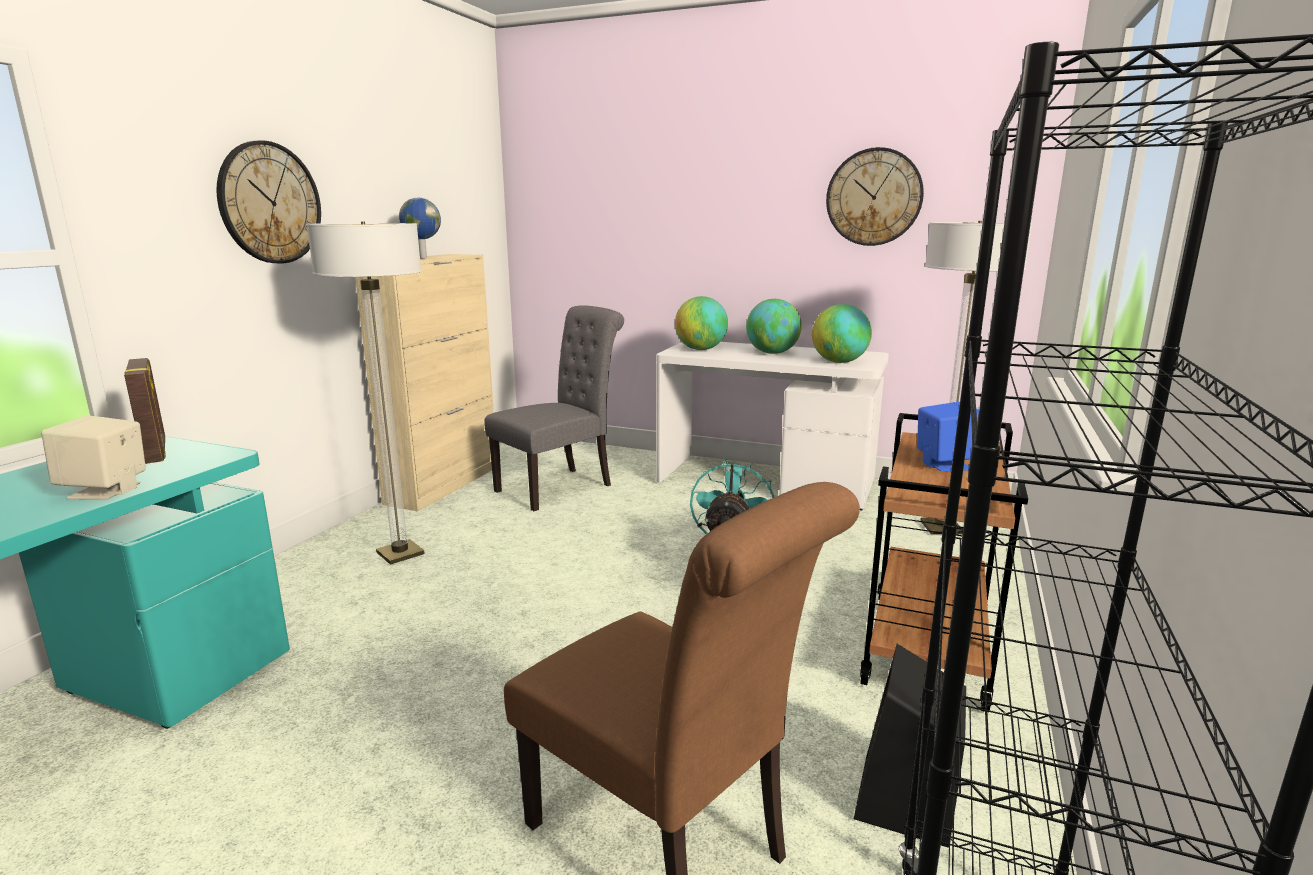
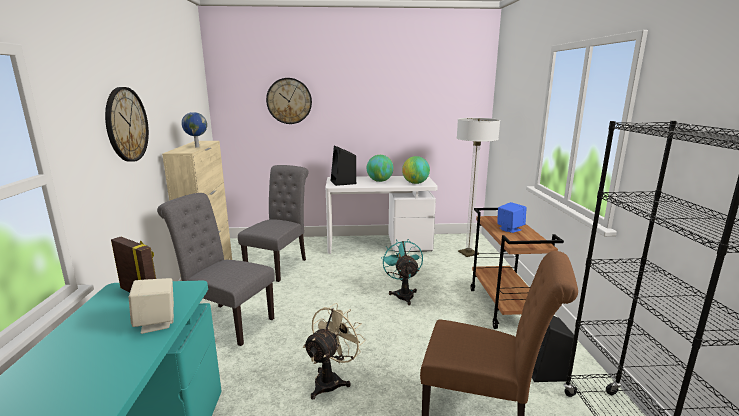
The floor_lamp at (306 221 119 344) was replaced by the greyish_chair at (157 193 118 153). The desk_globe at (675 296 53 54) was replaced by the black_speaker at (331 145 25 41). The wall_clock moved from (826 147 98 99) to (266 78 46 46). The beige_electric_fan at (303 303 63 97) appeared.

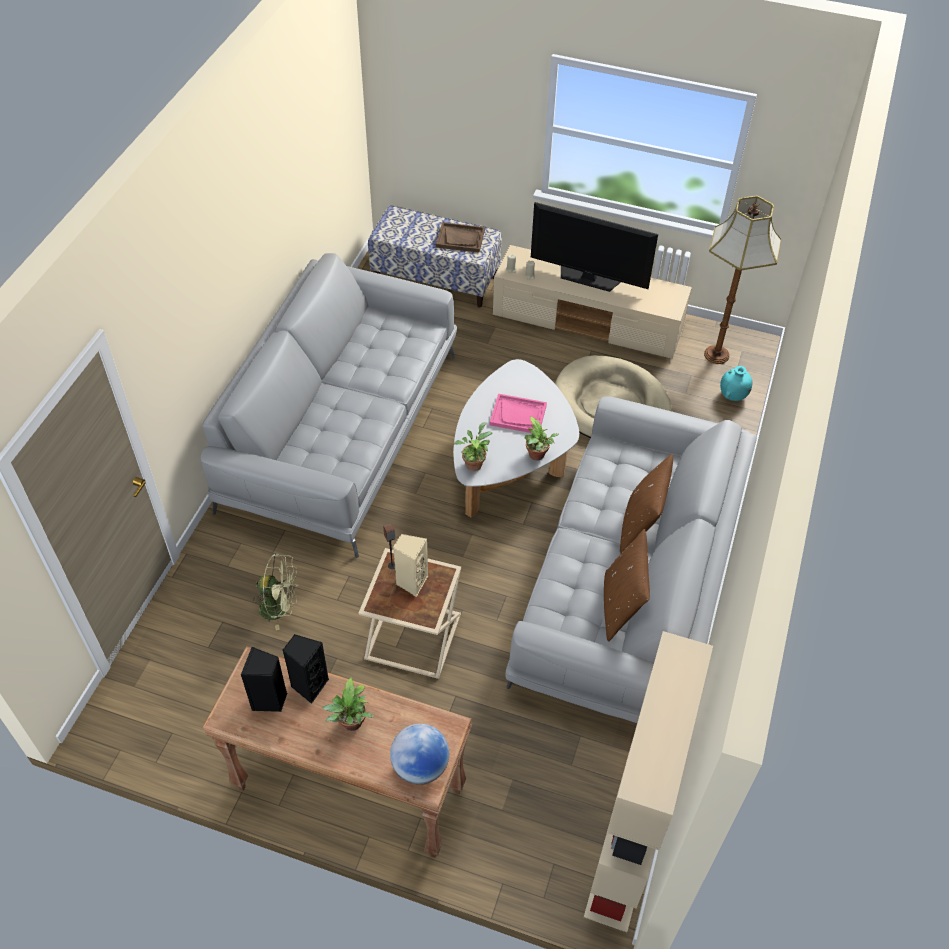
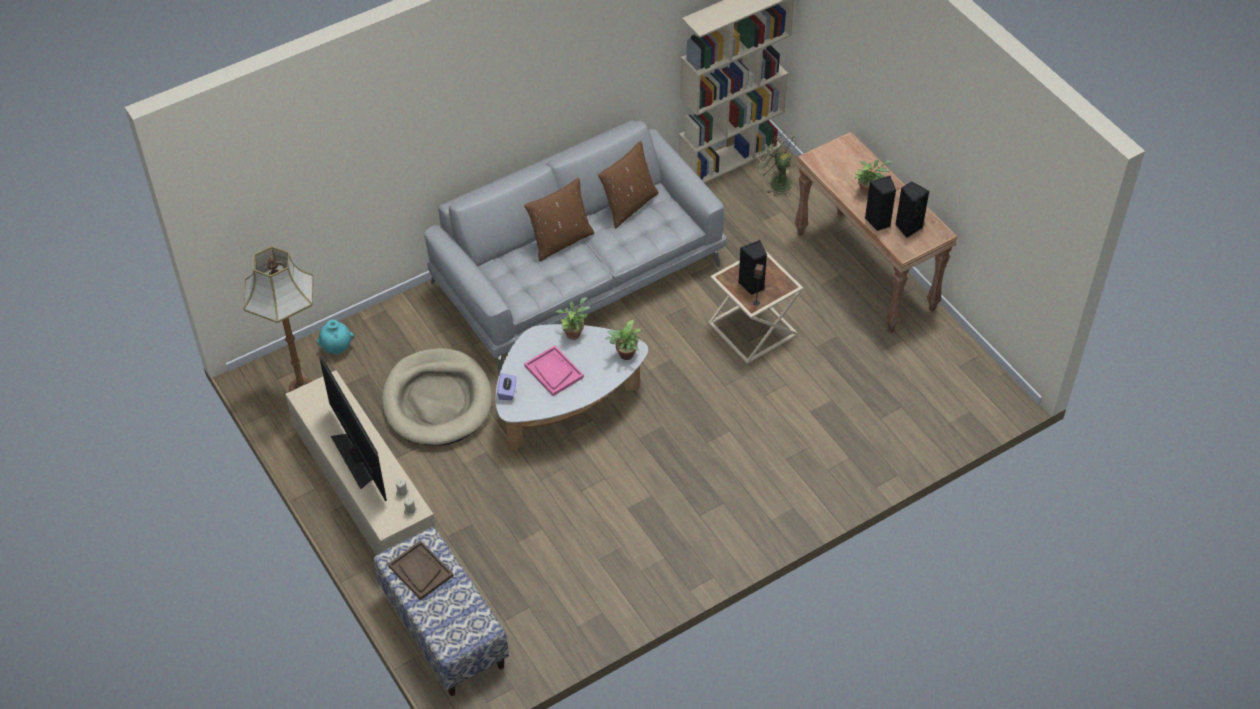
The greyish_settee at (201 253 256 305) disappeared. The greenish_electric_fan moved from (253 554 46 77) to (754 131 43 66). The desk_globe at (390 724 59 61) disappeared. The beige_speaker at (393 534 35 63) became the black_speaker at (738 240 29 55). The purple-coloured_tissue_box at (497 373 19 27) appeared.

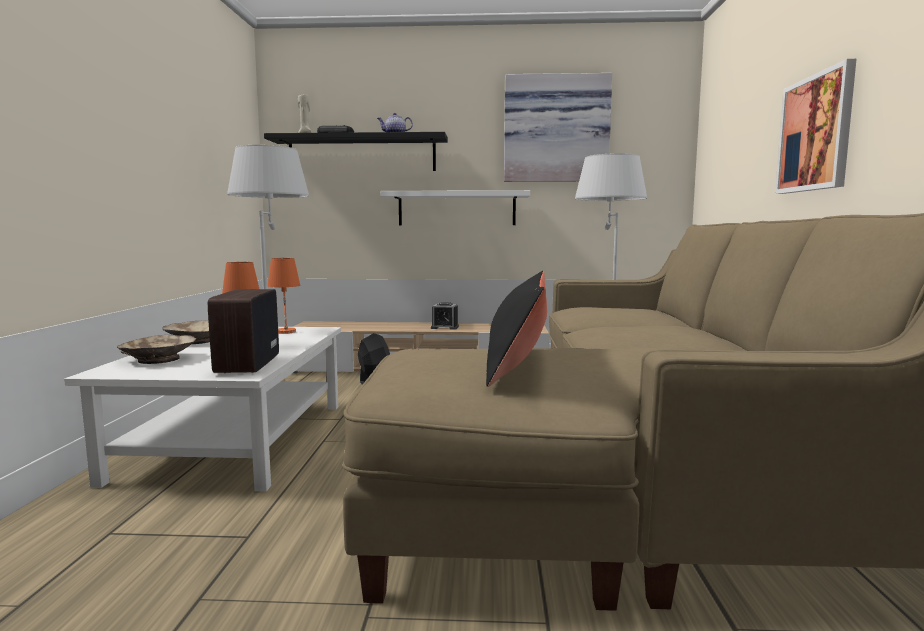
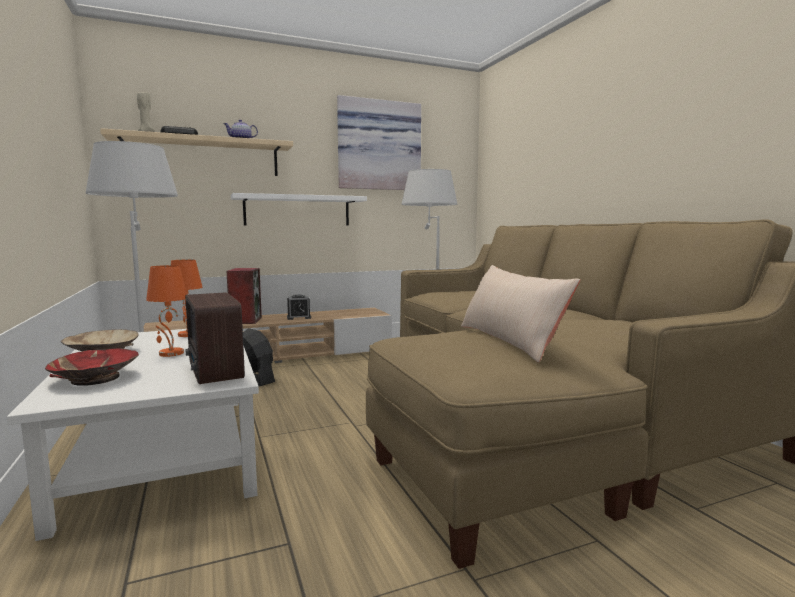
The beige_deep_dish at (117 335 79 29) became the reddish_deep_dish at (45 348 94 38). The black_bracket_shelf at (264 132 184 39) became the beige_bracket_shelf at (100 128 193 48). The black_cushion at (486 271 61 116) became the beige_cushion at (461 265 119 98). The picture at (775 59 81 135) disappeared. The speaker at (227 268 35 56) appeared.

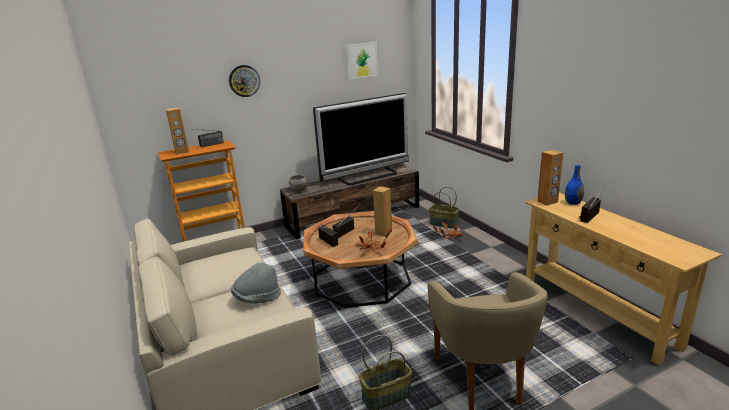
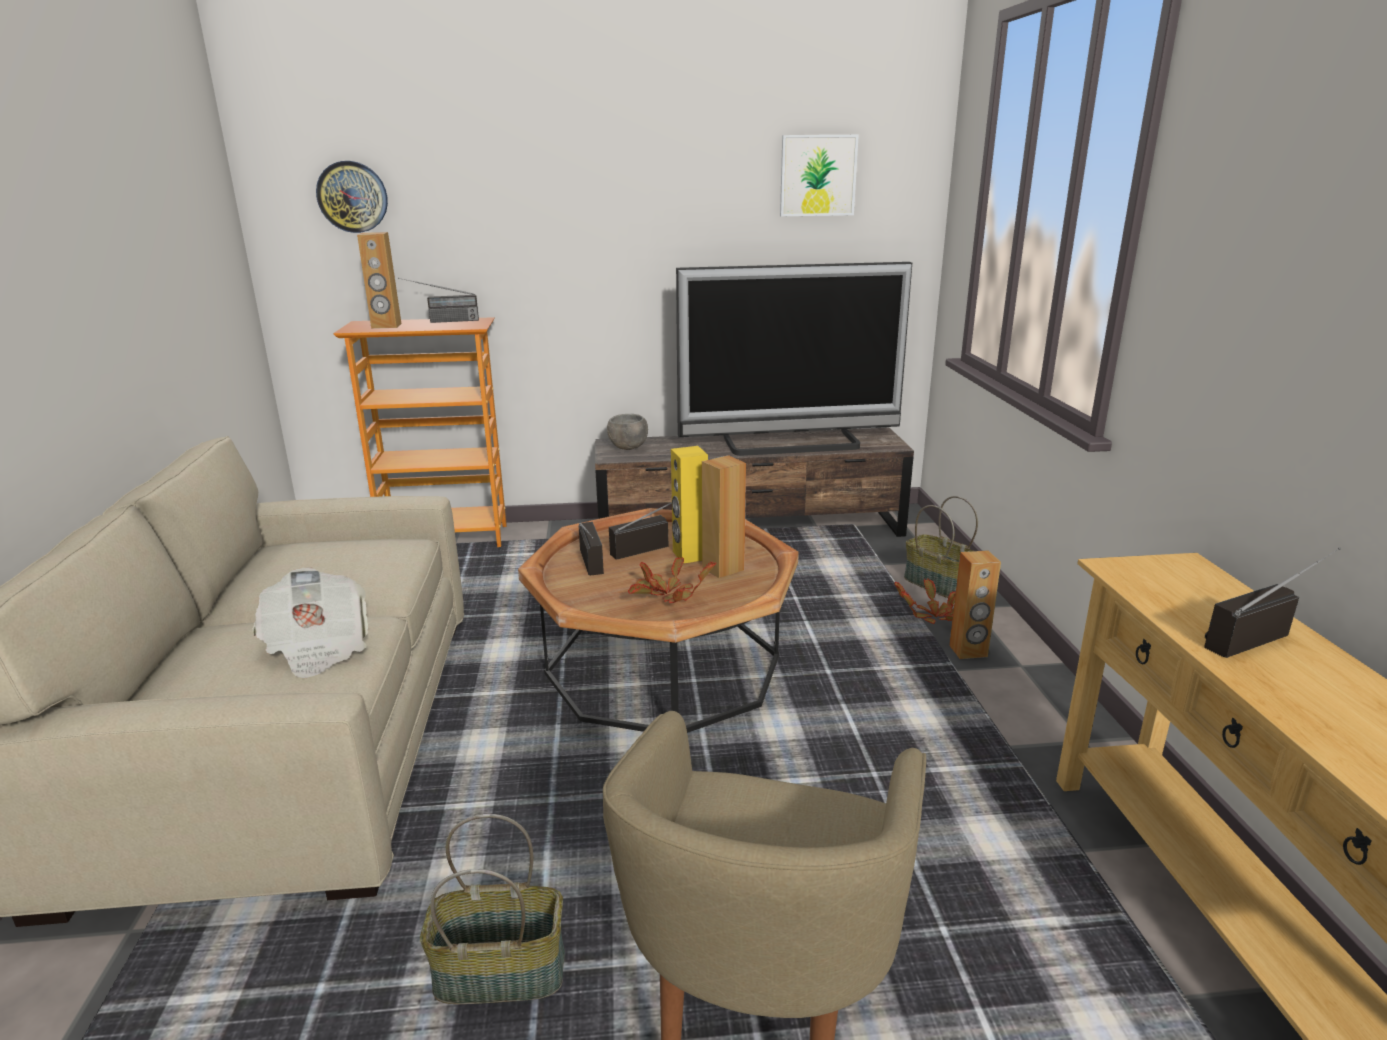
The wall_clock moved from (229 65 31 32) to (316 161 72 72). The greyish_wearable_hat at (231 262 50 42) was replaced by the printed_paper at (252 568 116 110). The brownish_speaker moved from (537 150 26 56) to (949 550 52 109). The blue_decorative_vase at (565 165 19 40) disappeared. The yellowish_speaker at (671 446 37 118) appeared.

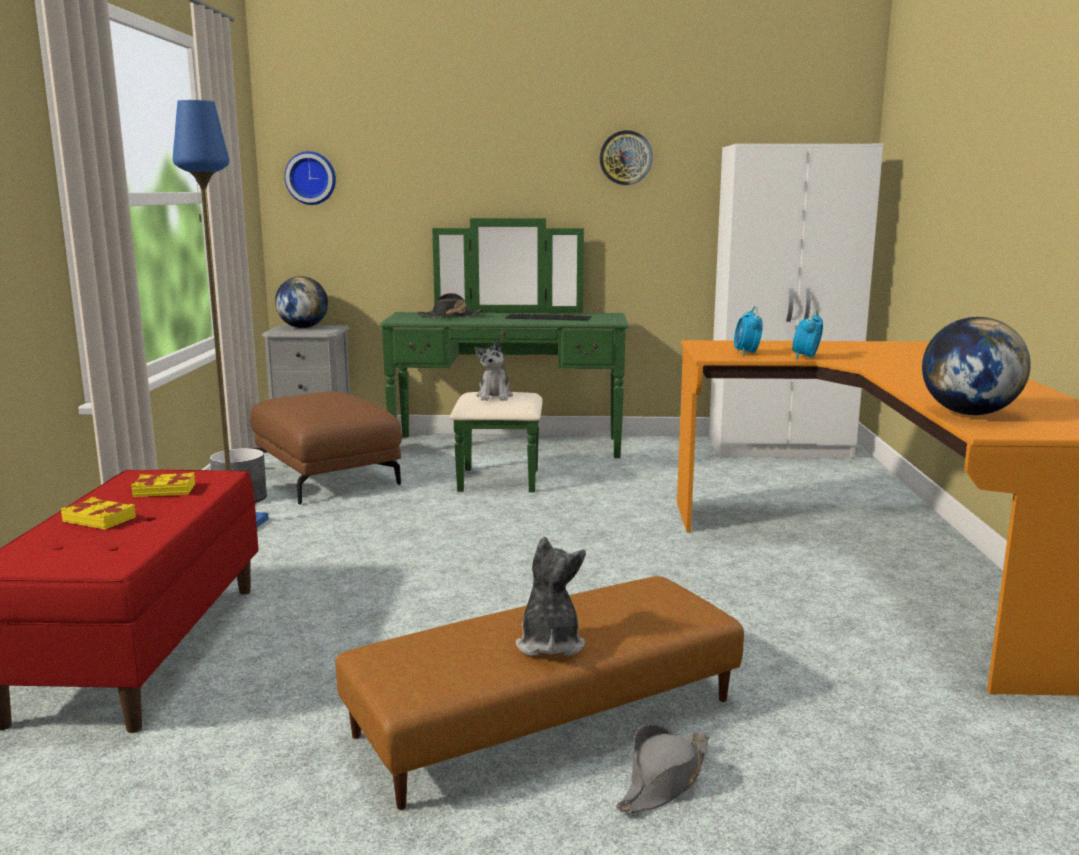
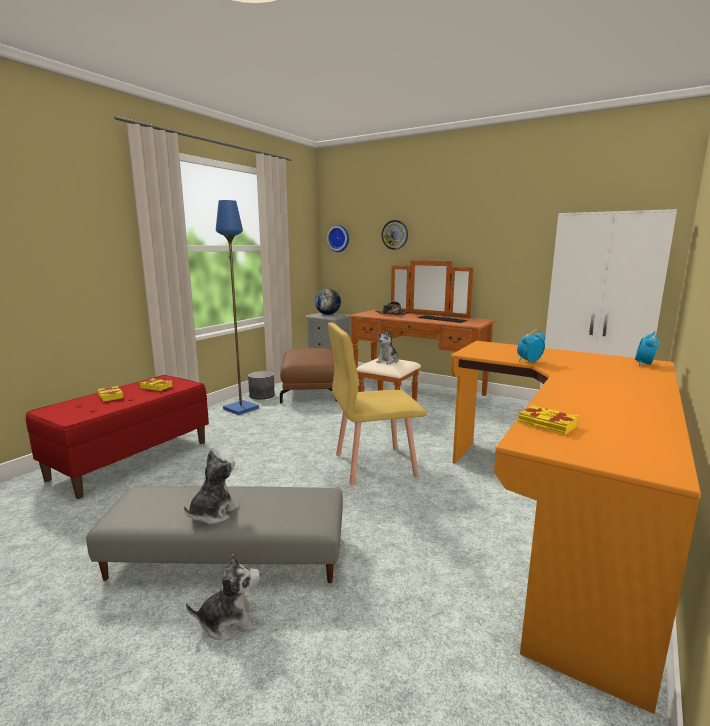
The brownish_pouffe at (335 576 409 234) became the greyish_pouffe at (86 486 257 97). The greenish_chest_of_drawers at (379 218 250 275) became the brownish_chest_of_drawers at (349 260 146 160). The wall_clock moved from (600 130 53 55) to (382 220 26 30). The greyish_wearable_hat at (616 724 93 89) was replaced by the plush_toy at (186 553 74 87). The bedside_clock moved from (734 306 29 50) to (635 331 24 35). The desk_globe at (922 317 109 98) was replaced by the yellowish_volume at (518 404 61 31). The yellowish_chair at (328 323 99 162) appeared.

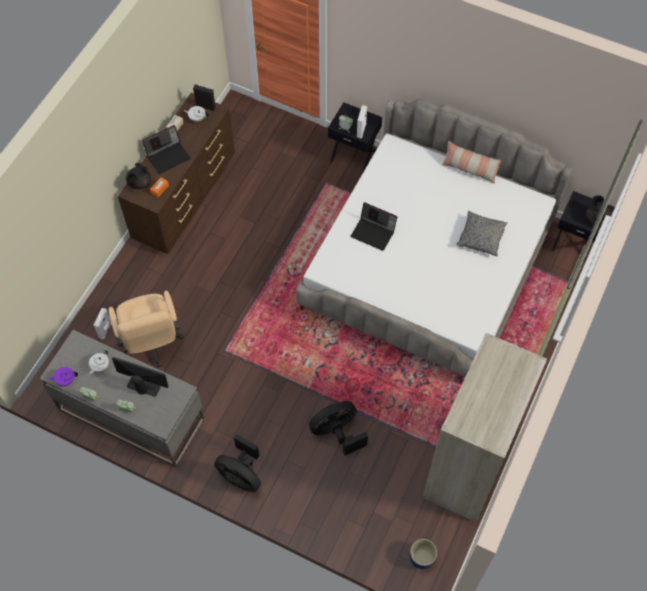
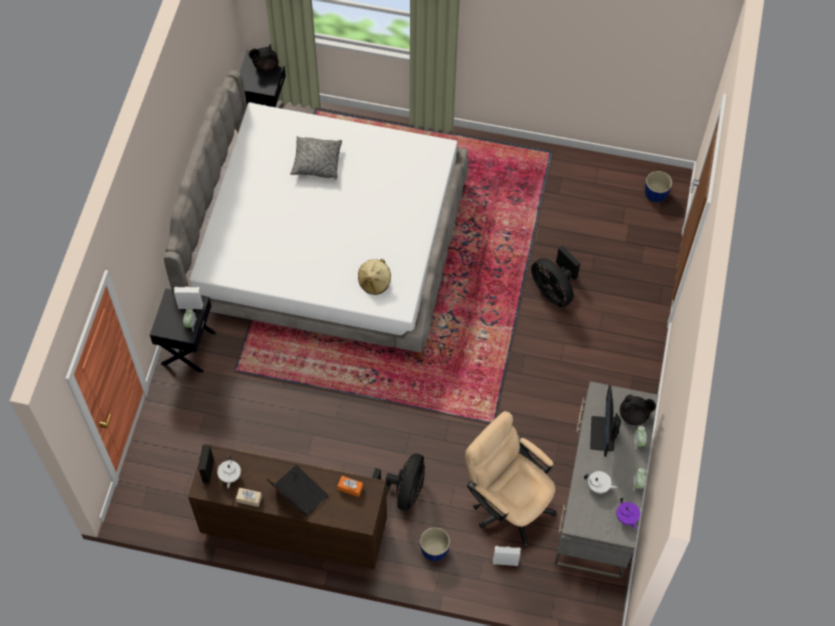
The beige_office_chair at (109 291 75 76) turned 105 degrees counterclockwise. The black_pot_for_tea moved from (126 163 25 26) to (620 394 36 31). The black_electric_fan moved from (214 434 47 58) to (372 453 53 58). The laptop at (350 202 47 49) disappeared. The beige_clothes_cupboard at (423 333 124 189) disappeared. The cushion at (442 141 59 43) disappeared. The beige_wearable_hat at (358 259 33 36) appeared. The blue_plant_pot at (420 527 30 34) appeared.

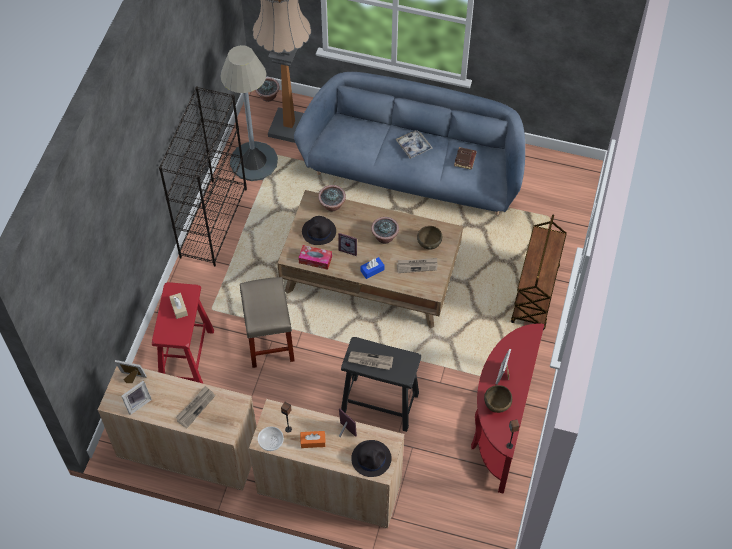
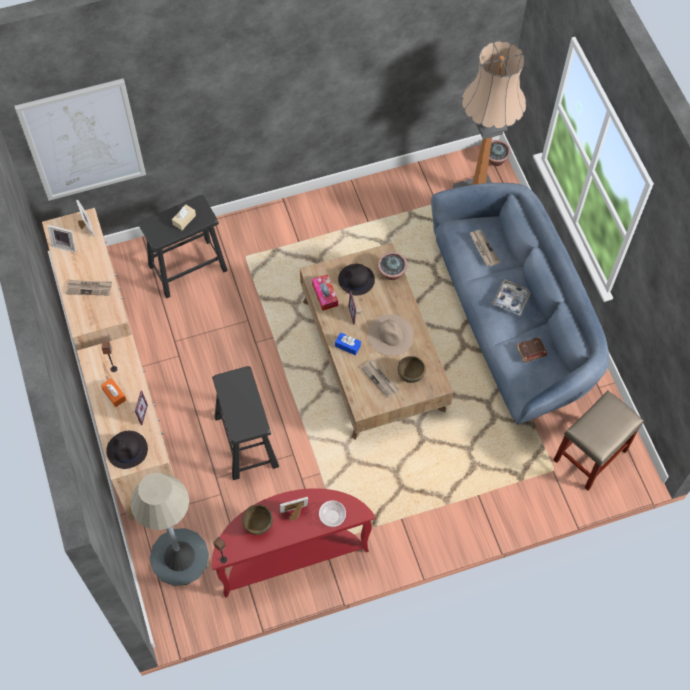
The reddish_sitting_stool at (152 282 62 101) became the black_sitting_stool at (138 195 90 103). The black_shelving_unit at (159 87 88 180) disappeared. The greyish_floor_lamp moved from (220 45 58 136) to (130 473 79 113). The beige_sitting_stool moved from (240 277 55 91) to (554 391 90 99). The deep_dish moved from (258 427 26 24) to (319 500 27 27). The printed_paper moved from (348 351 45 19) to (469 230 31 36). The houseplant at (371 217 28 27) was replaced by the beige_wearable_hat at (367 314 47 42). The brownish_wheeled_cart at (511 214 56 116) disappeared. The picture at (15 79 131 122) appeared.

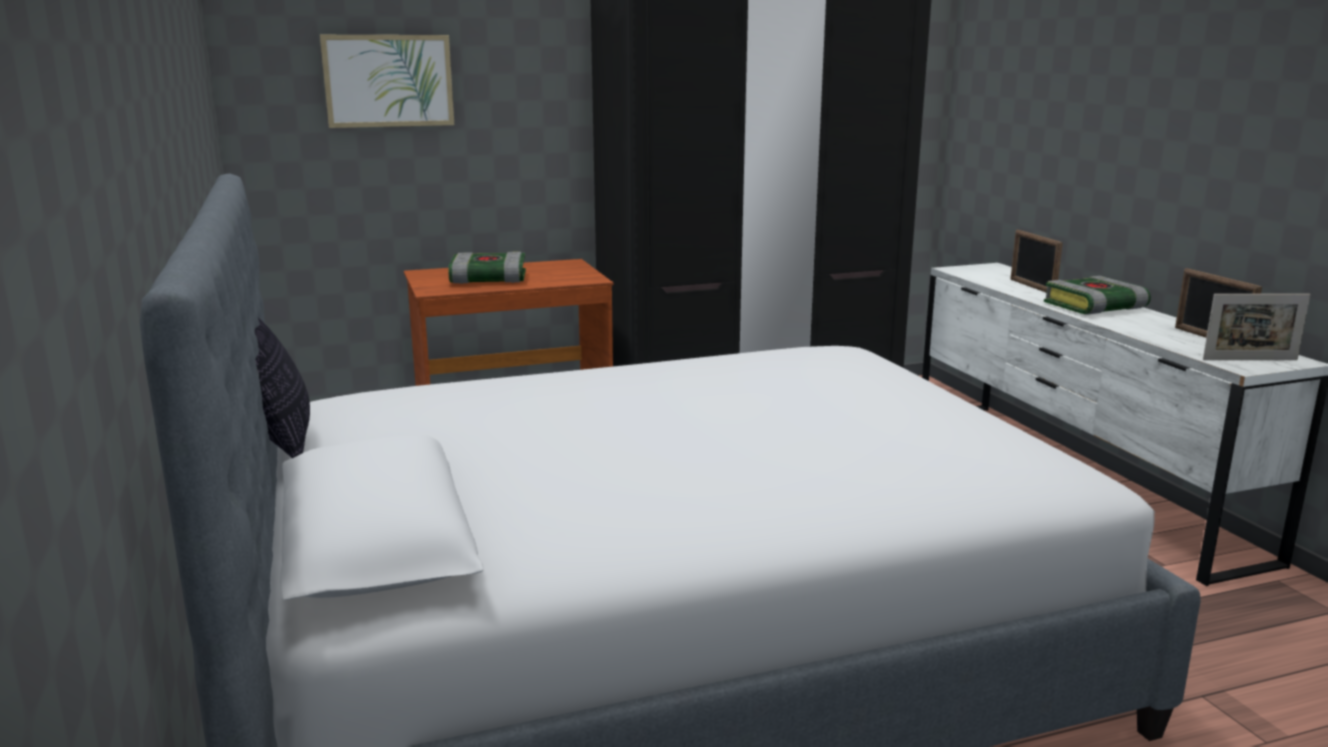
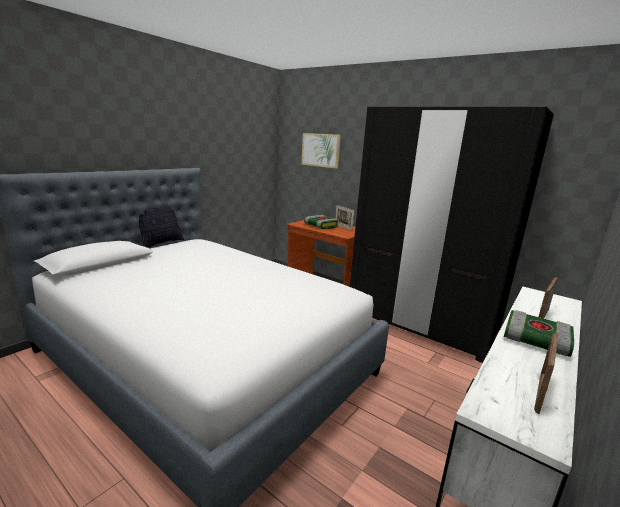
The standing_frame moved from (1203 294 108 66) to (335 205 19 26).

